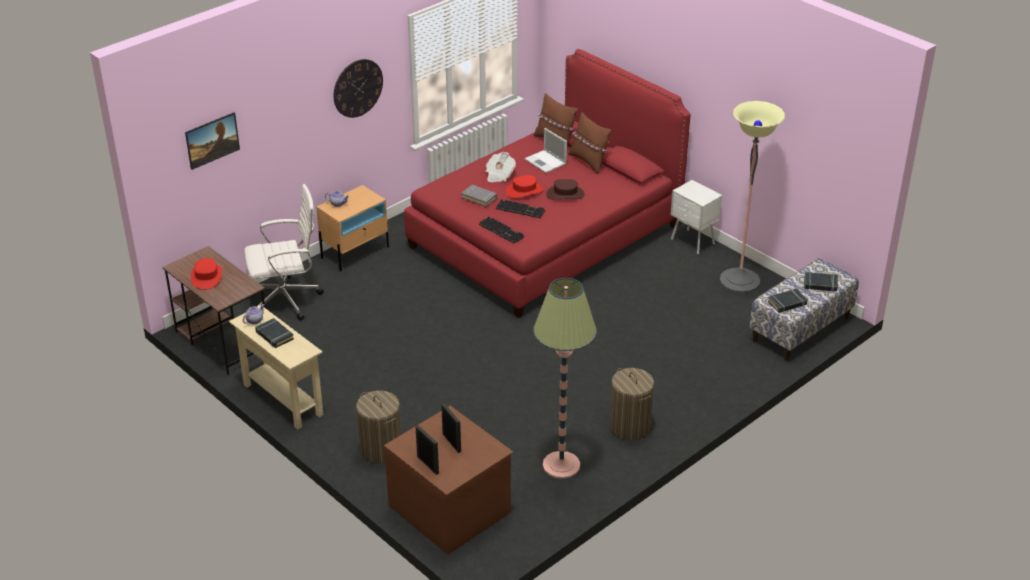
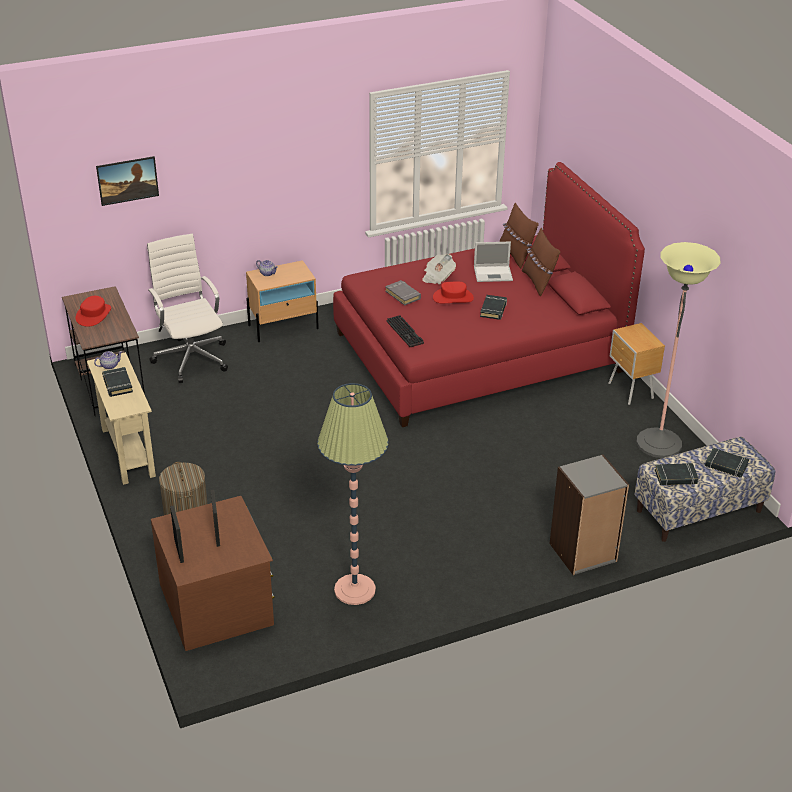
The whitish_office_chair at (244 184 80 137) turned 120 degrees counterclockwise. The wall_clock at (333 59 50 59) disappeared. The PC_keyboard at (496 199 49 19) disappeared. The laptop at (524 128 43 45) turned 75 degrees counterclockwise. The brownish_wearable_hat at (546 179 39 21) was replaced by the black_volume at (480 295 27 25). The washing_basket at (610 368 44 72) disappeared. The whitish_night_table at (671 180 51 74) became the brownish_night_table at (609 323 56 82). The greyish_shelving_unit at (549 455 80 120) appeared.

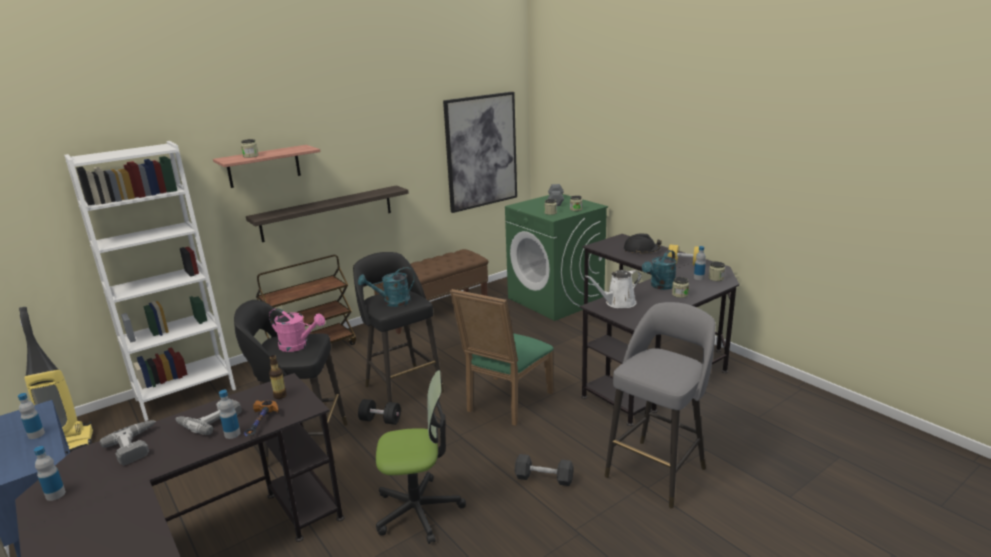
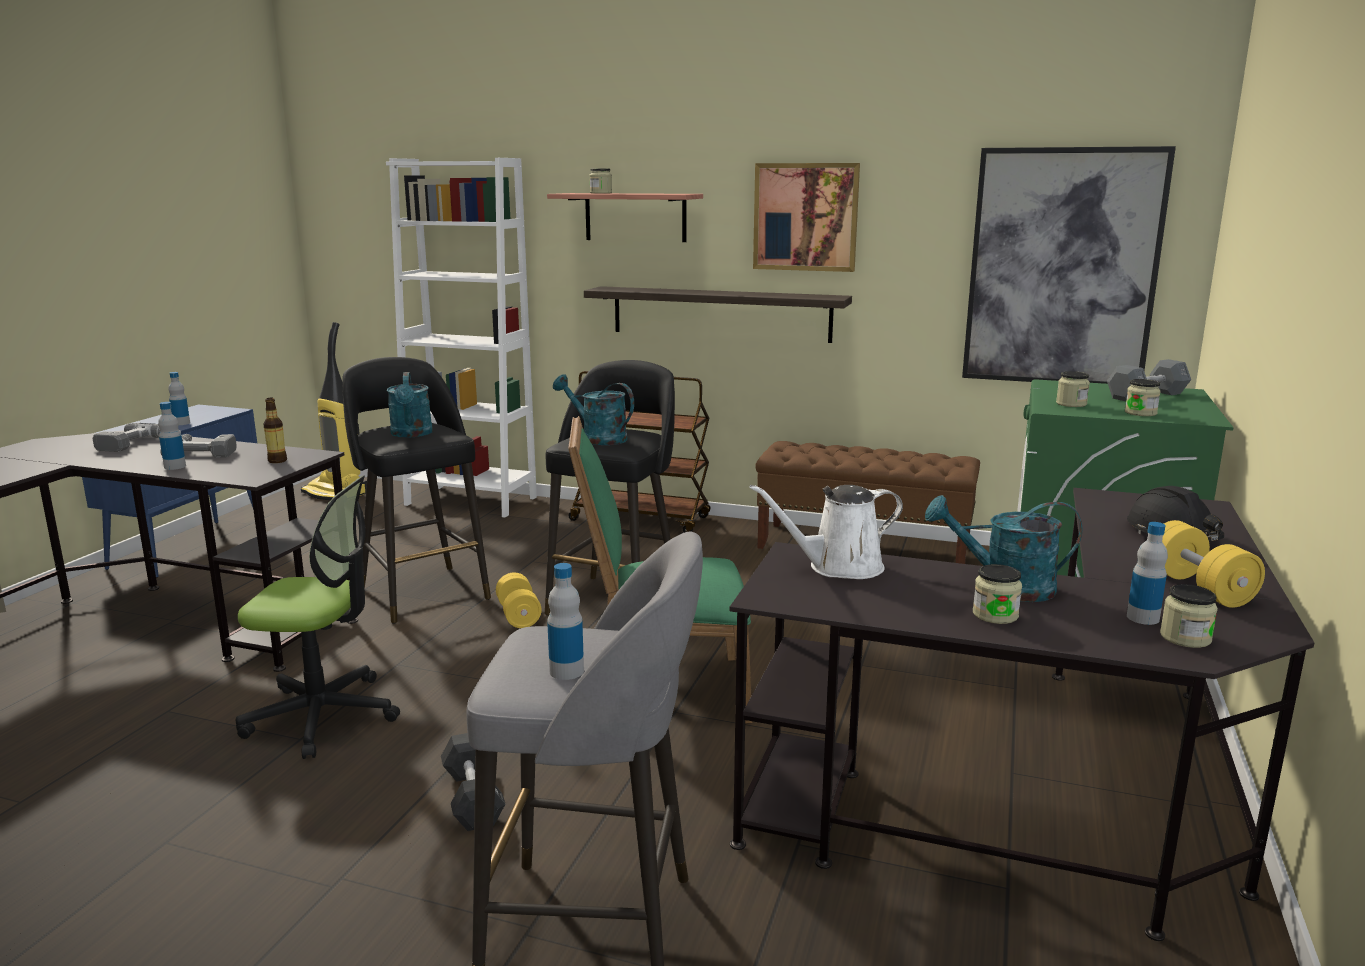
The beverage_bottle moved from (34 446 32 55) to (547 563 37 117). The tool_hammer at (244 400 35 37) disappeared. The pink_watering_pot at (269 308 56 44) became the turquoise-coloured_watering_pot at (387 372 46 66). The black_free_weight at (358 399 43 26) became the yellowish_free_weight at (496 573 46 55). The office_chair at (376 370 90 174) turned 45 degrees counterclockwise. The whitish_watering_pot at (585 270 56 38) turned 45 degrees counterclockwise. The picture at (753 163 107 109) appeared.

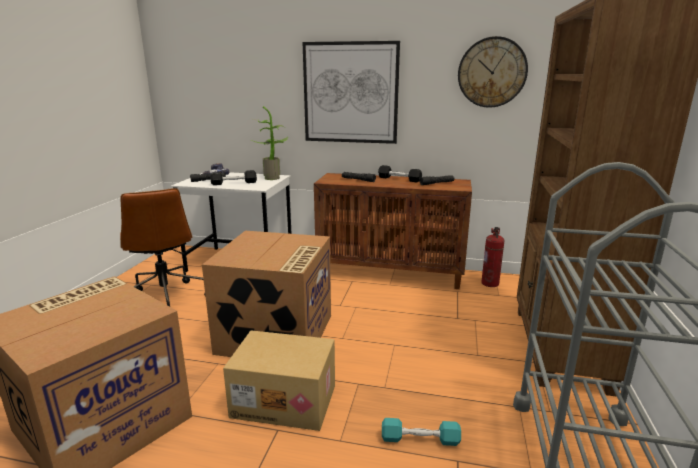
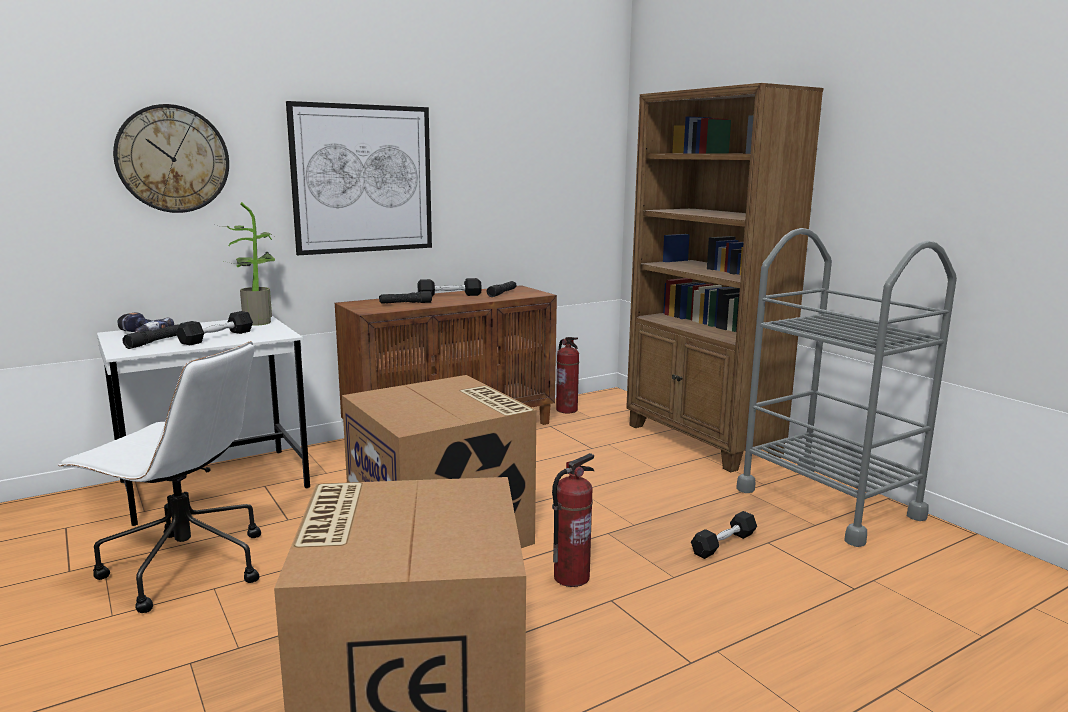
The brownish_office_chair at (120 188 86 119) became the whitish_office_chair at (58 341 203 272). The cardboard_box at (223 330 112 101) was replaced by the fire-fighting_cylinder at (552 453 42 134). The turquoise-coloured_free_weight at (382 418 79 28) became the black_free_weight at (691 511 66 48). The wall_clock moved from (458 36 70 72) to (113 104 116 109).

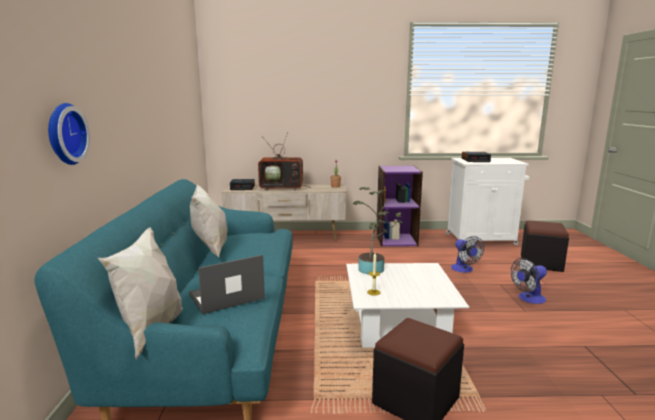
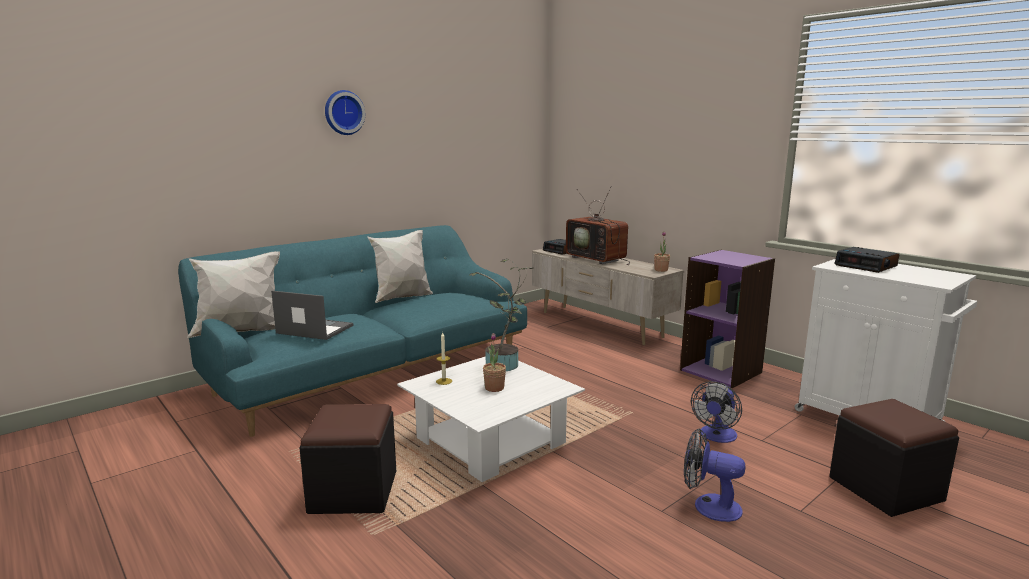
The wall_clock moved from (48 103 42 62) to (325 90 40 45). The houseplant at (483 333 23 59) appeared.

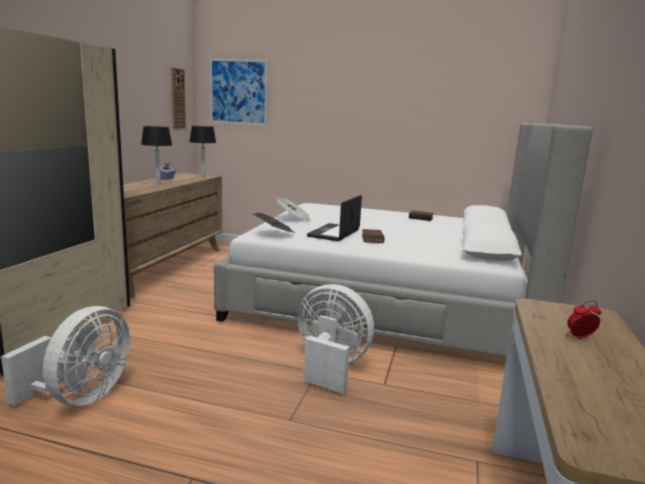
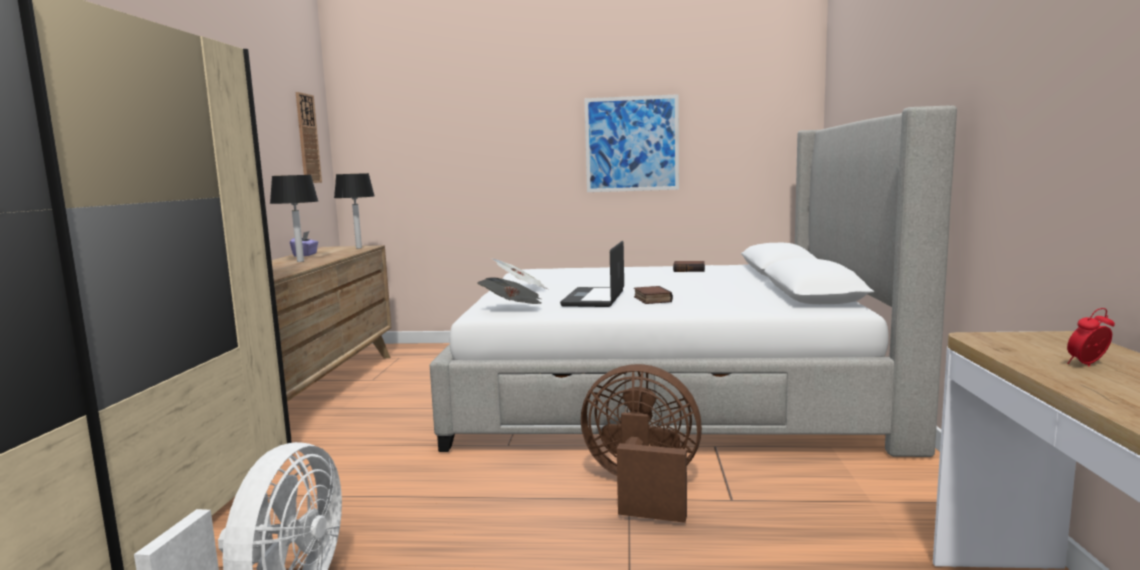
The picture moved from (210 58 58 68) to (584 94 95 98). The whitish_electric_fan at (298 284 76 109) became the brownish_electric_fan at (581 364 121 159).

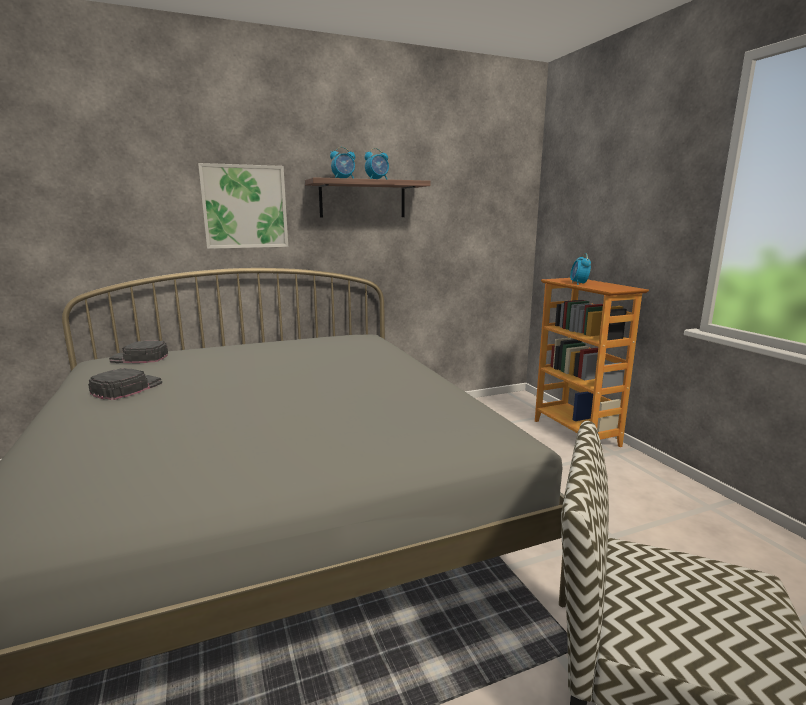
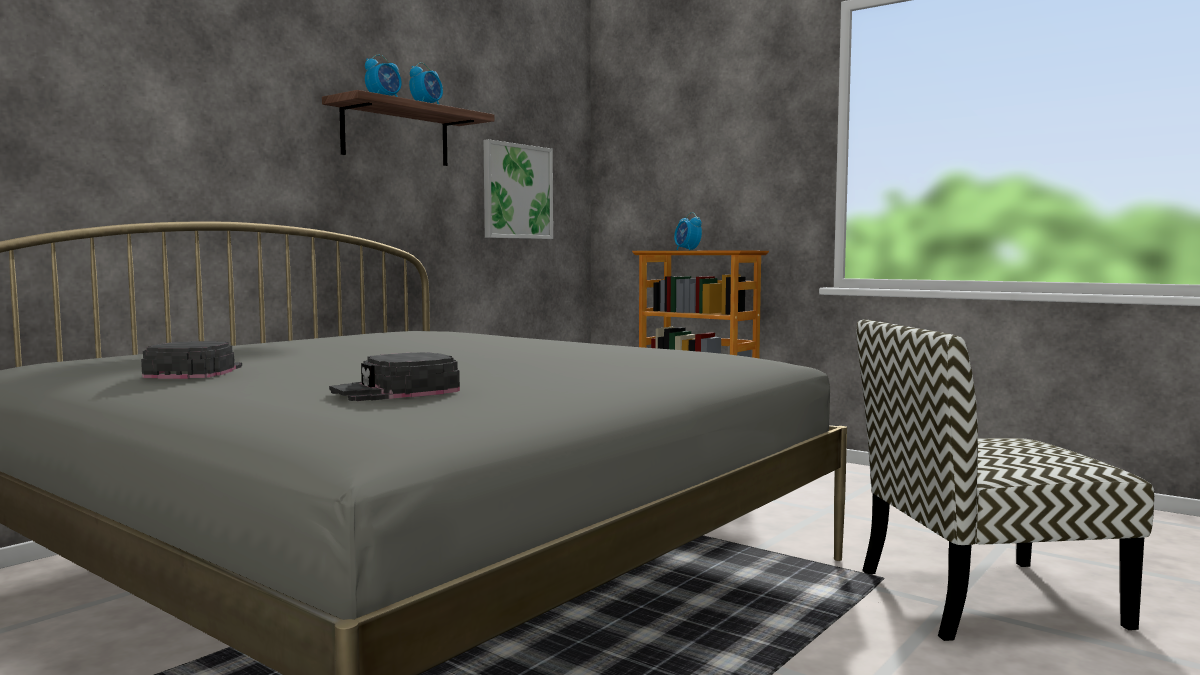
The black_cap moved from (109 341 59 22) to (329 352 131 49). The picture moved from (198 163 90 86) to (483 139 70 100).

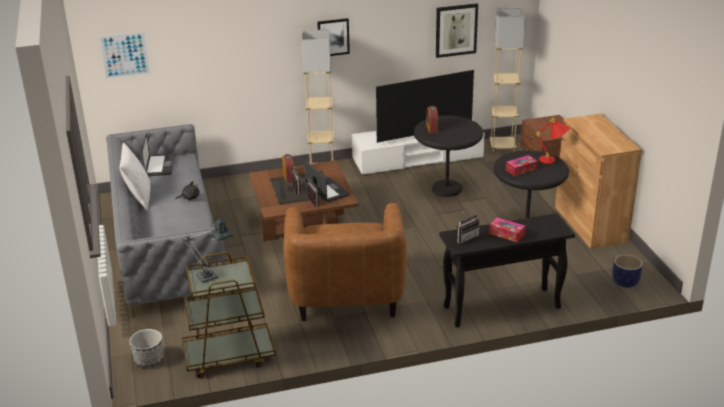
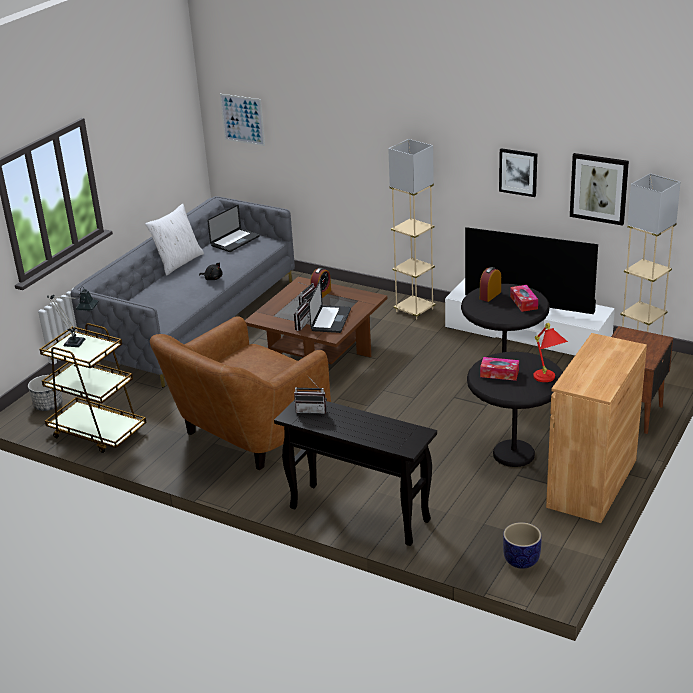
The picture moved from (317 18 33 38) to (499 148 38 49). The tissue_box moved from (489 217 37 26) to (510 285 28 27).

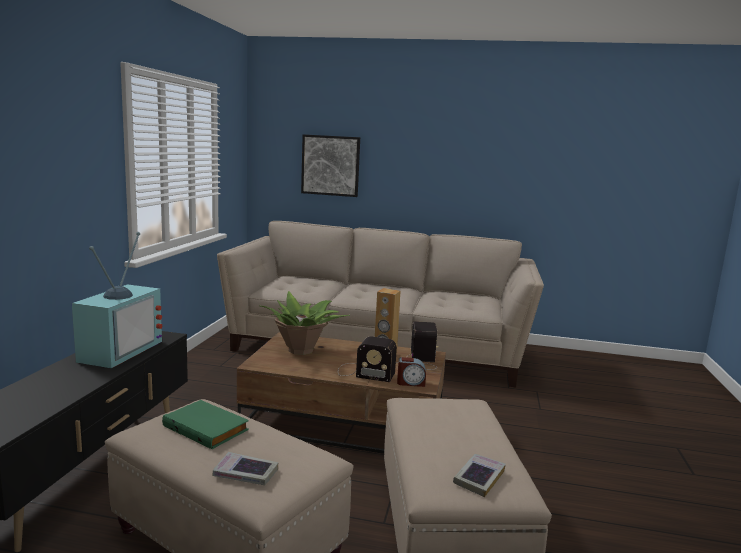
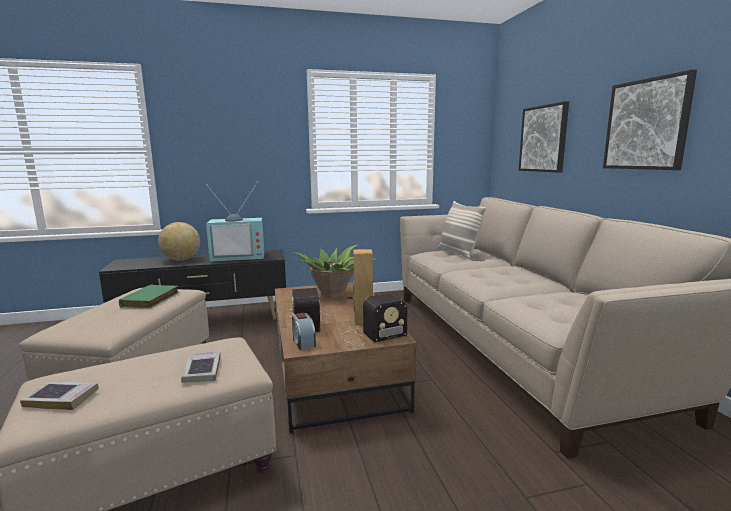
The volume moved from (213 452 65 33) to (181 350 40 32). The desk_globe at (158 222 42 39) appeared. The cushion at (438 201 48 58) appeared. The picture at (603 70 94 100) appeared.

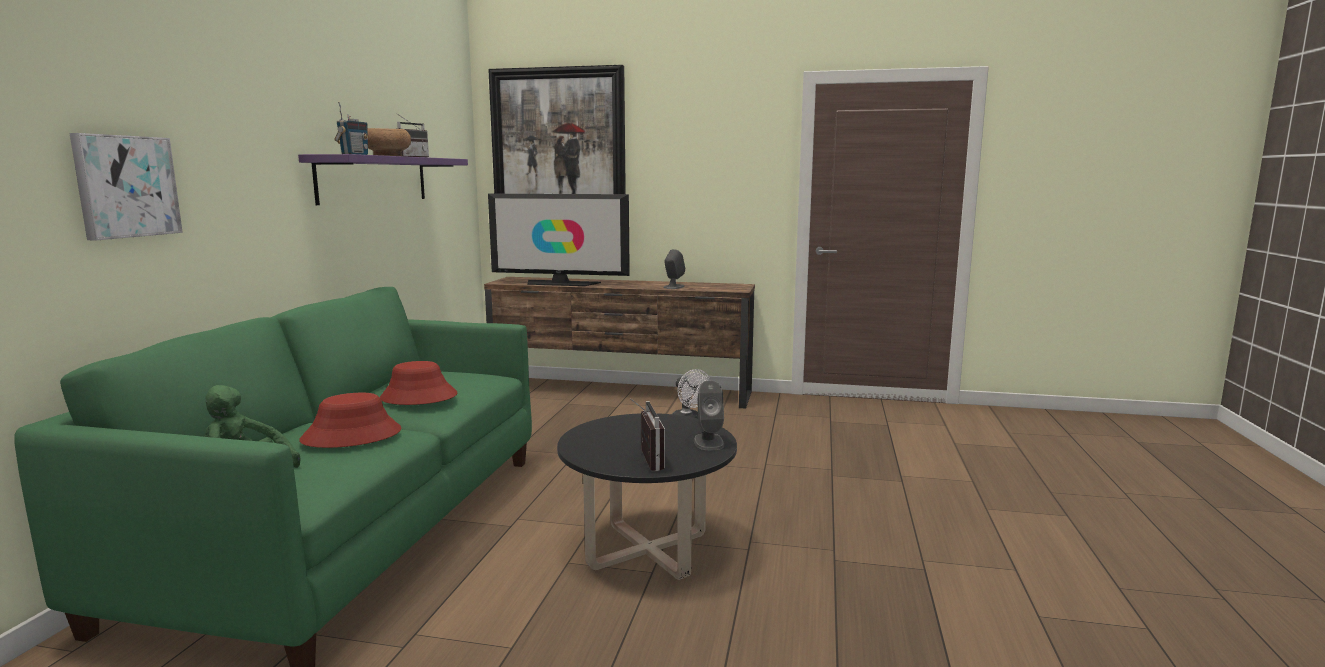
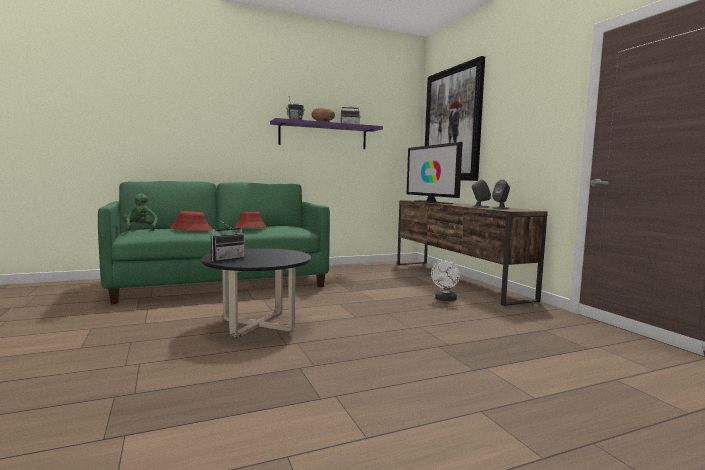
The picture at (70 133 113 108) disappeared. The greyish_speaker moved from (694 380 30 70) to (492 180 18 29).

